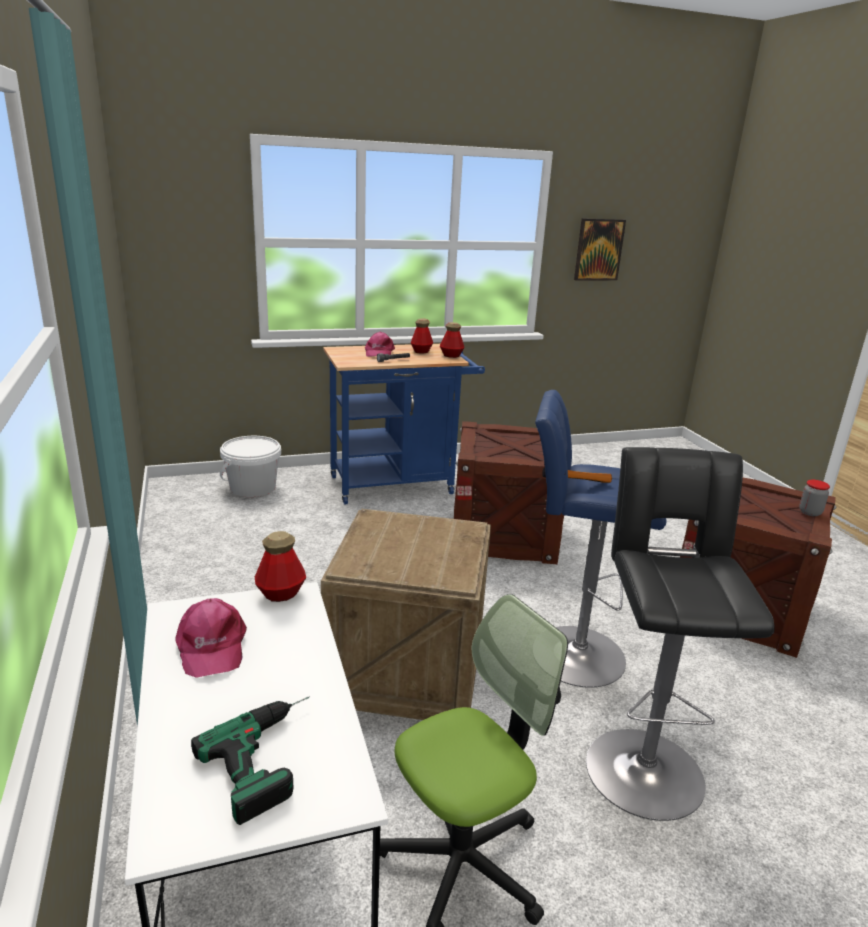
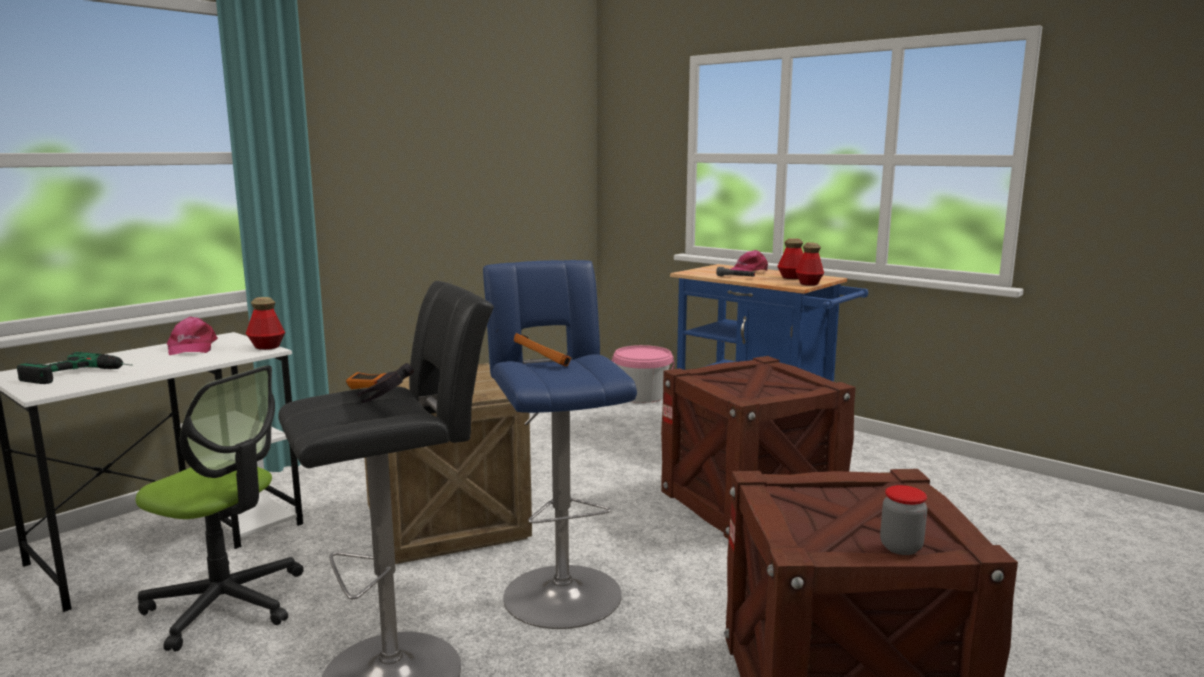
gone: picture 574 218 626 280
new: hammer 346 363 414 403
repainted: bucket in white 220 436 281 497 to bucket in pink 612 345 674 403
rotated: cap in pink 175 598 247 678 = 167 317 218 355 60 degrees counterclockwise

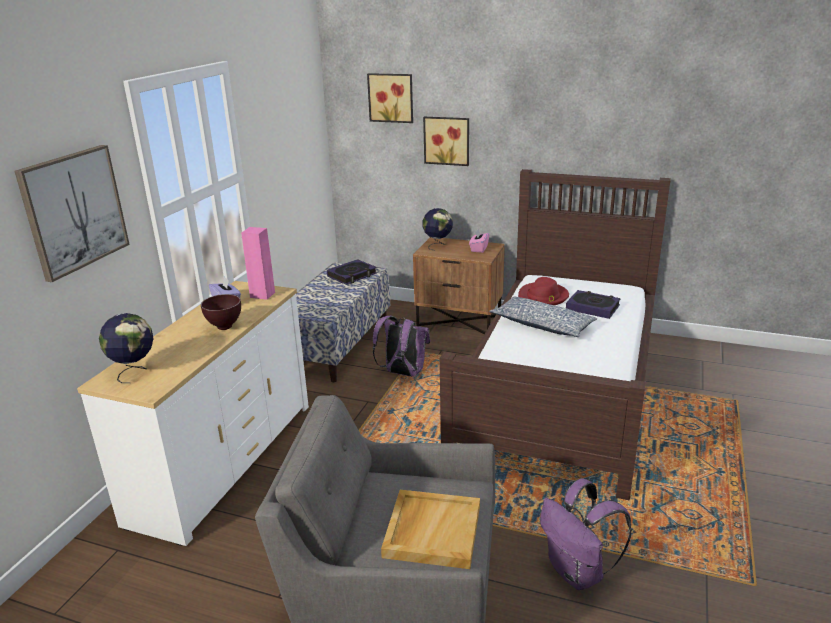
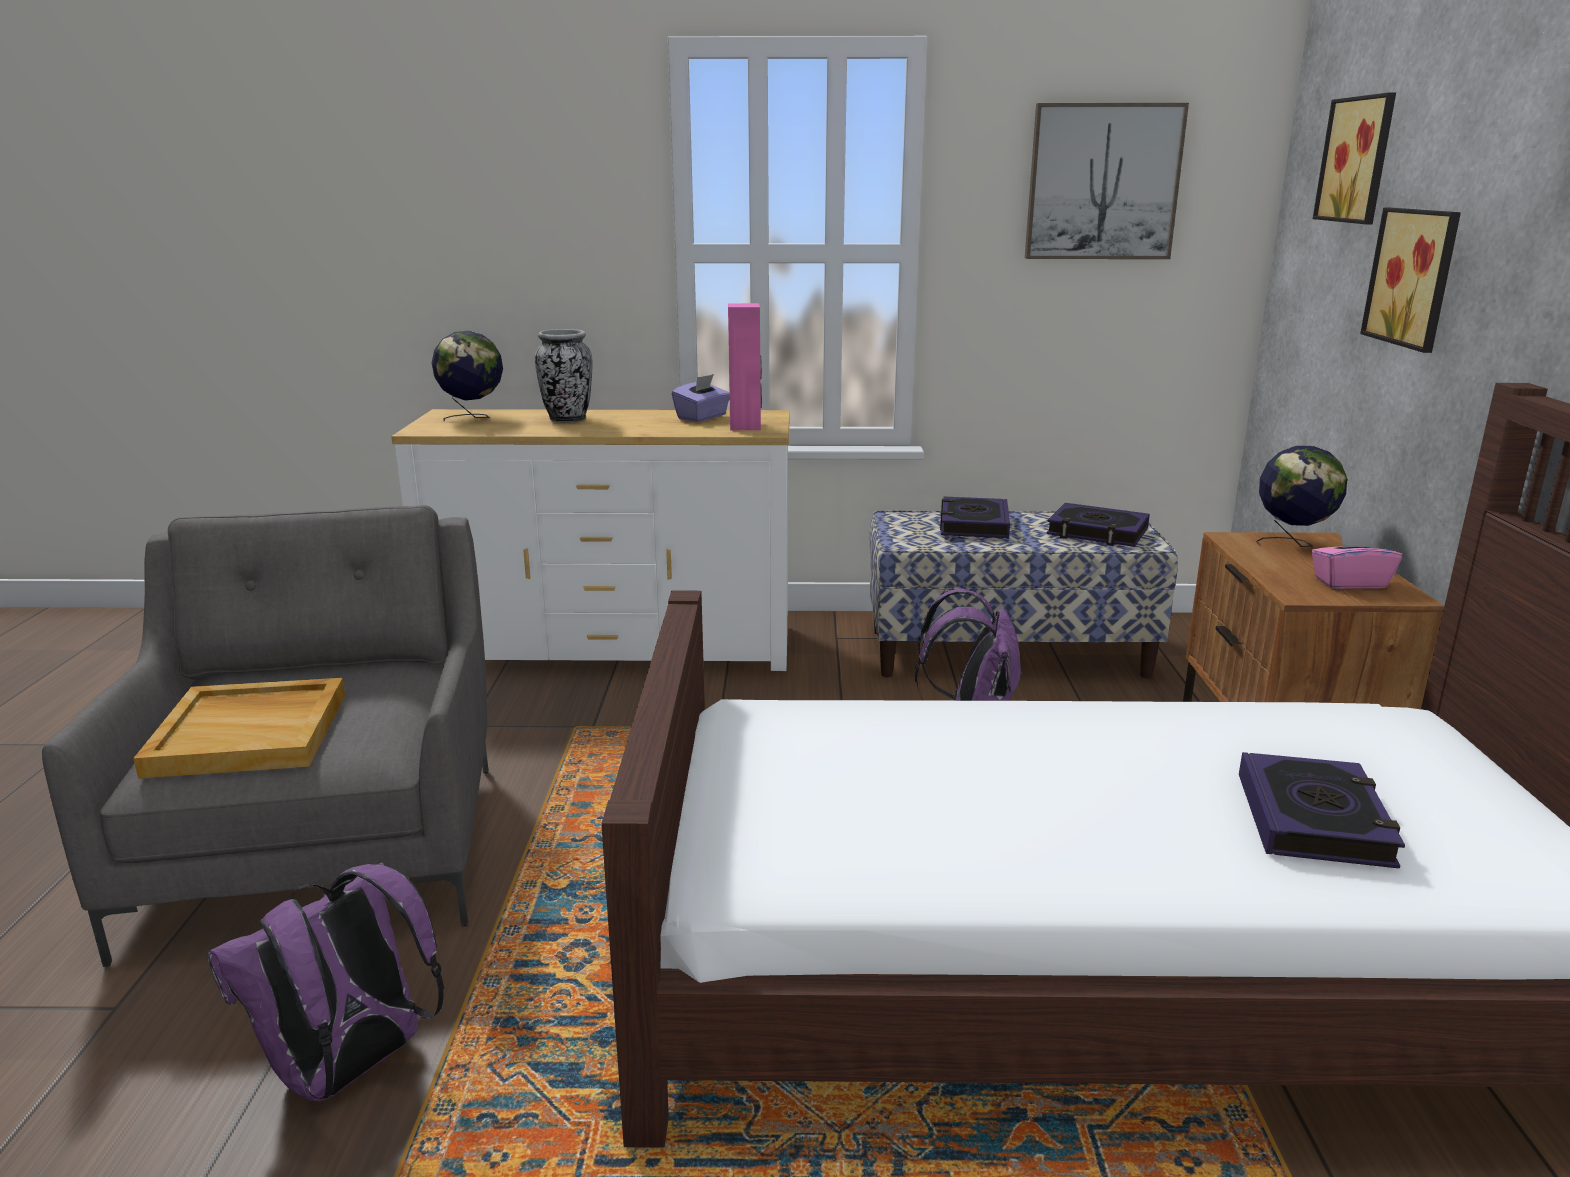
gone: bowl in brown 201 294 241 330; pillow 489 296 597 337; hat in red 518 277 569 305
new: vase 535 329 593 423; book 940 497 1010 538
shifted: picture 15 145 130 282 to 1025 103 1189 259

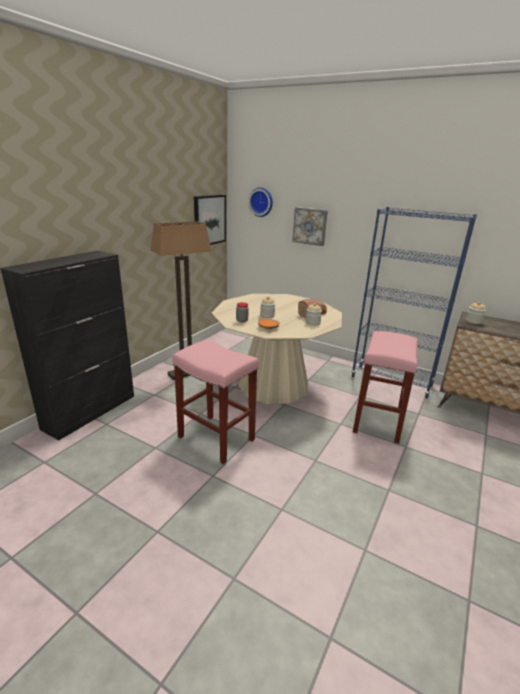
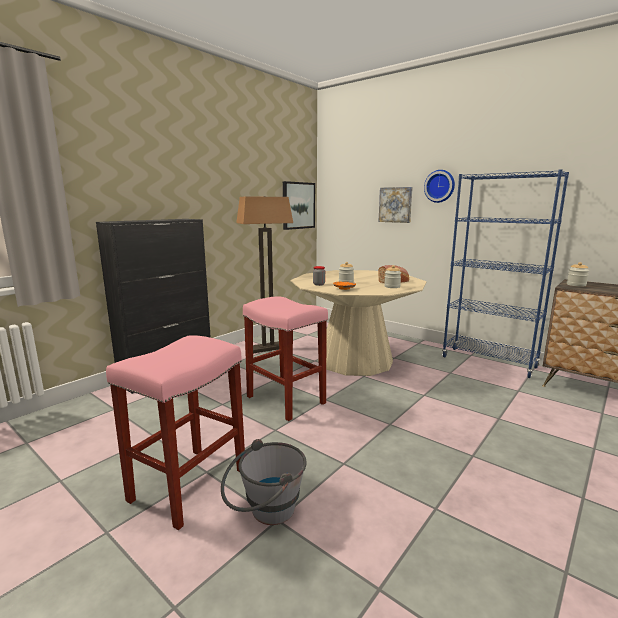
new: bucket in grey 221 439 307 525
shifted: stool in pink 353 331 418 443 to 106 335 245 530; wall clock 248 187 273 217 to 424 170 455 203

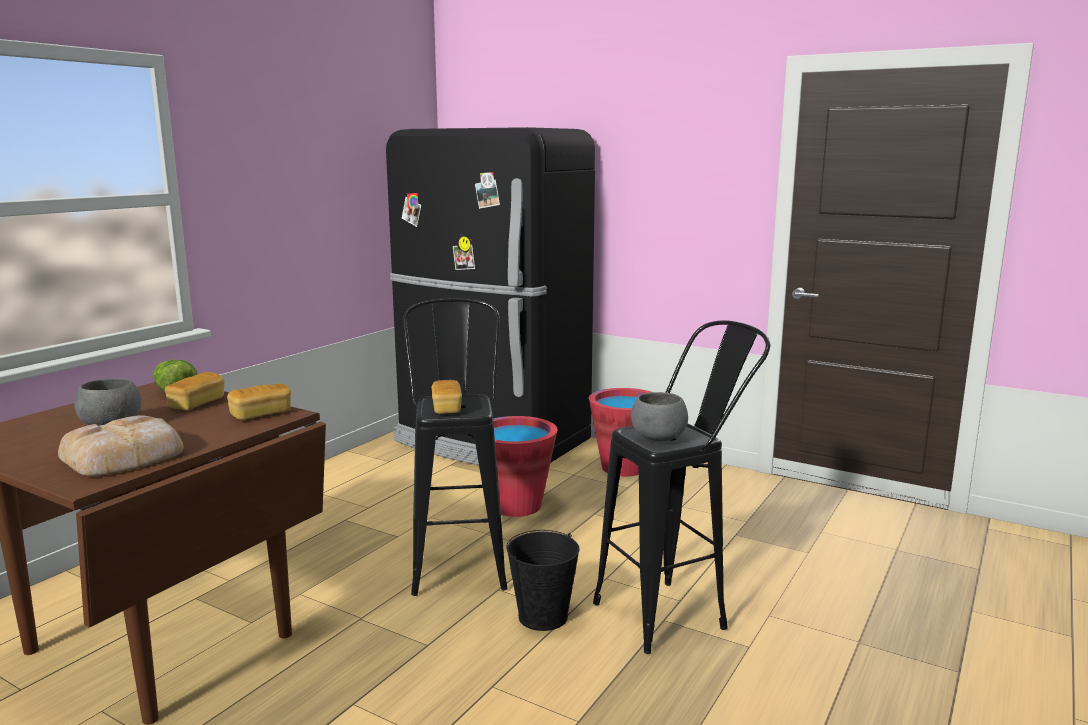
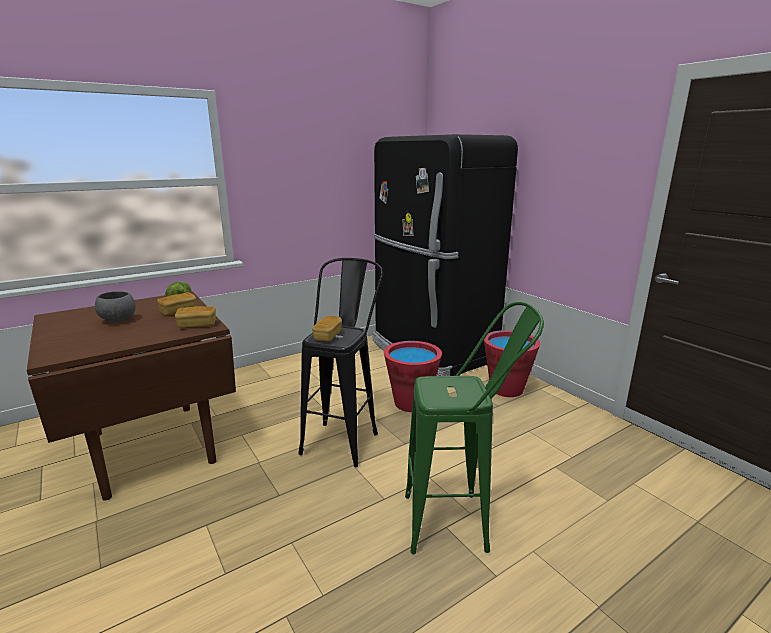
gone: bread 58 415 184 476; bucket in black 506 530 580 631; bowl in grey 631 392 688 441
repainted: stool in black 593 320 770 654 to stool in green 405 302 544 554

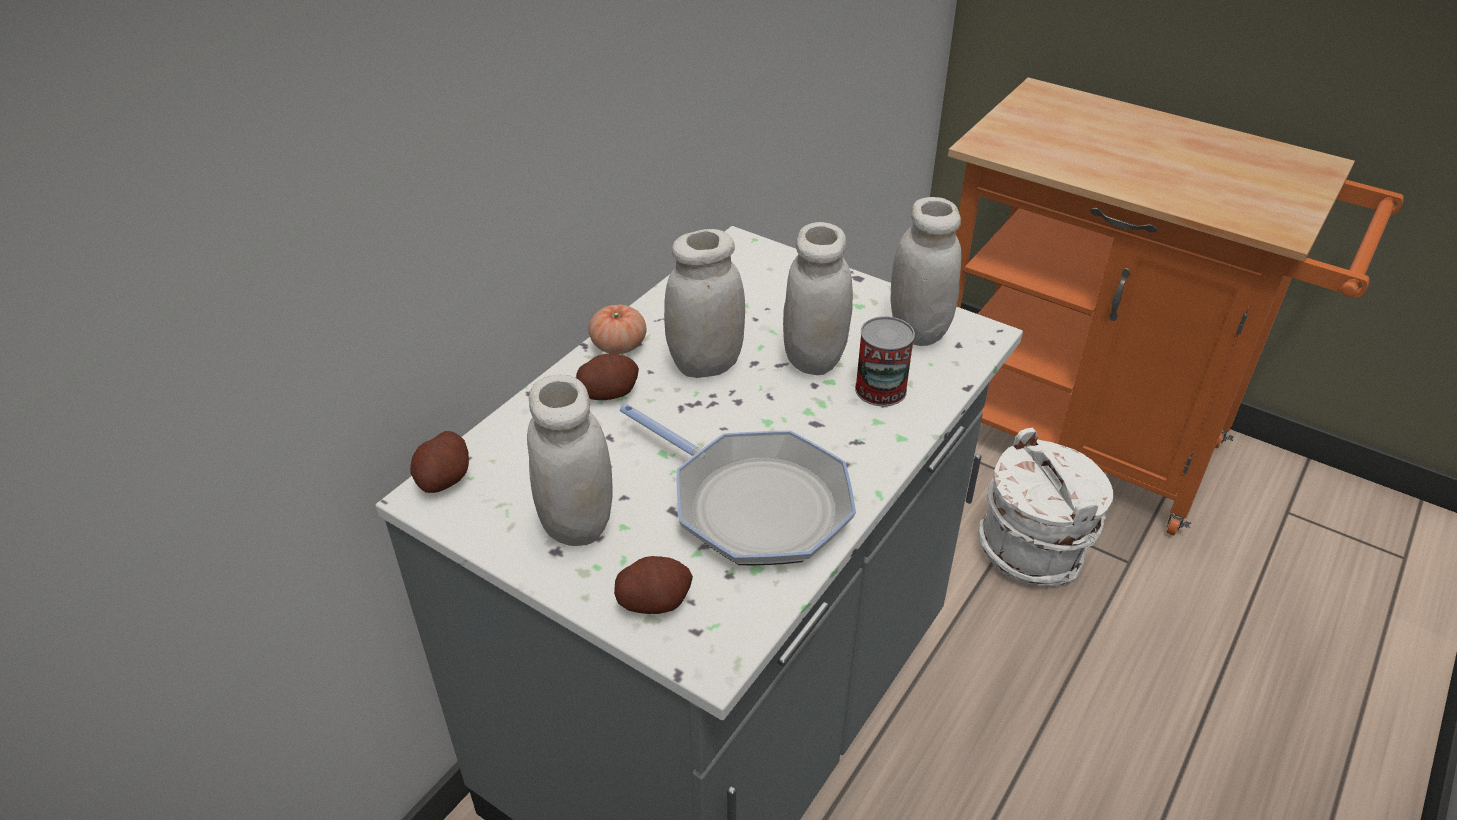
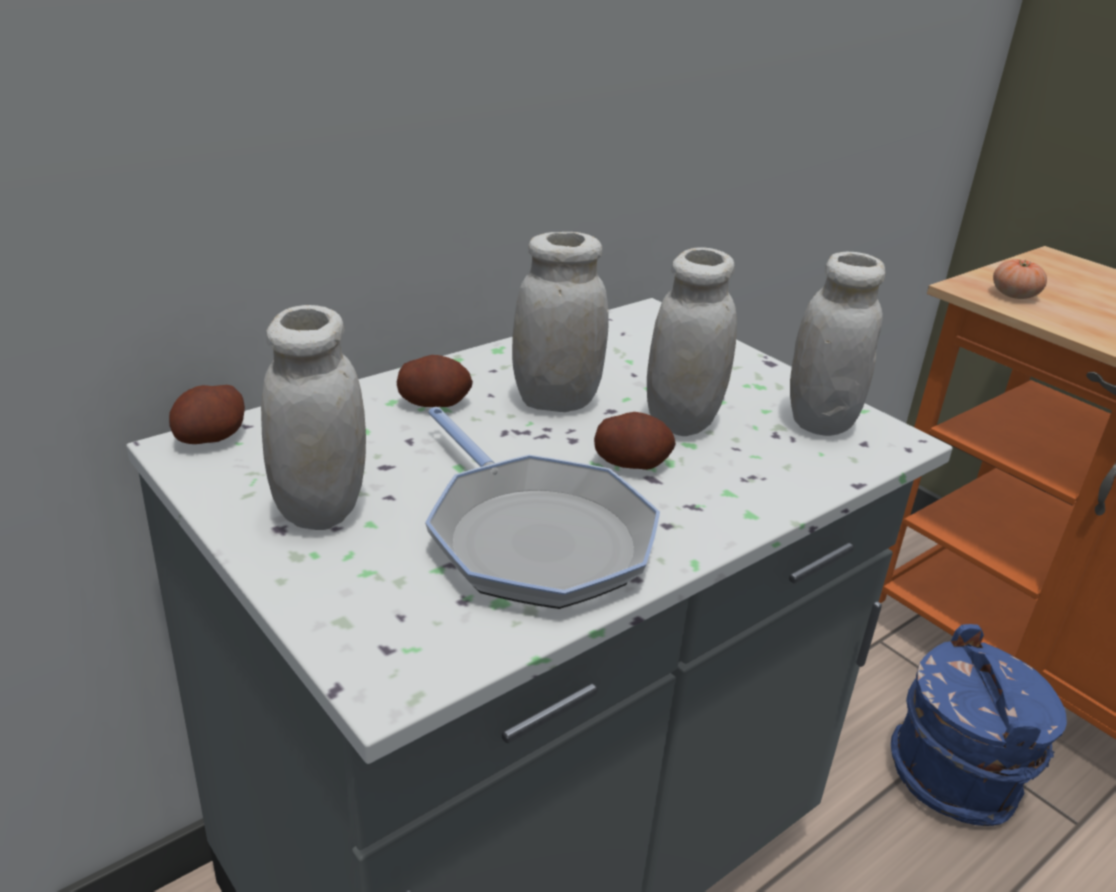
gone: can 855 316 915 406
shifted: potato 614 556 693 614 to 594 412 676 470; tomato 588 304 647 354 to 993 259 1047 299
repainted: bucket in white 978 428 1113 586 to bucket in blue 891 624 1067 826

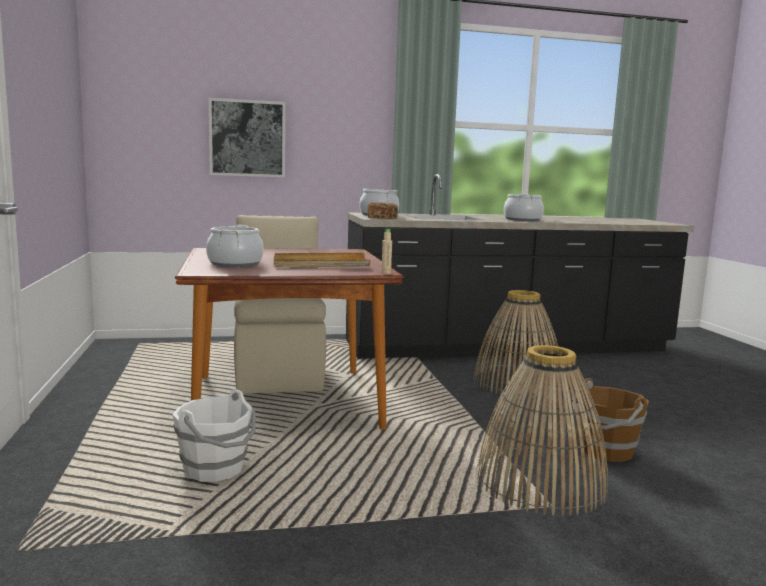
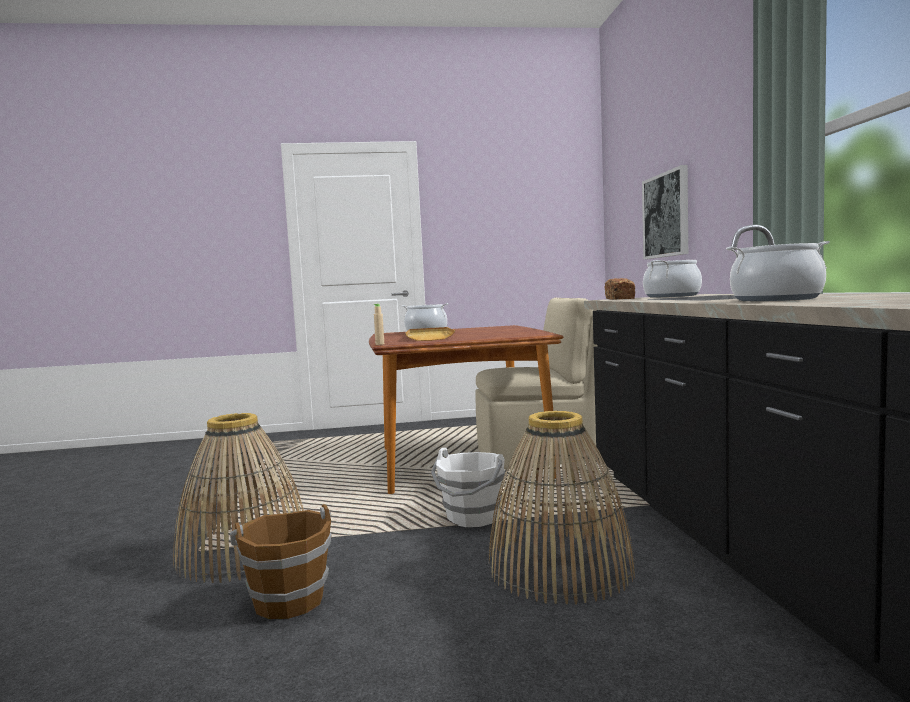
shifted: bucket in white 172 389 256 482 to 431 448 505 527

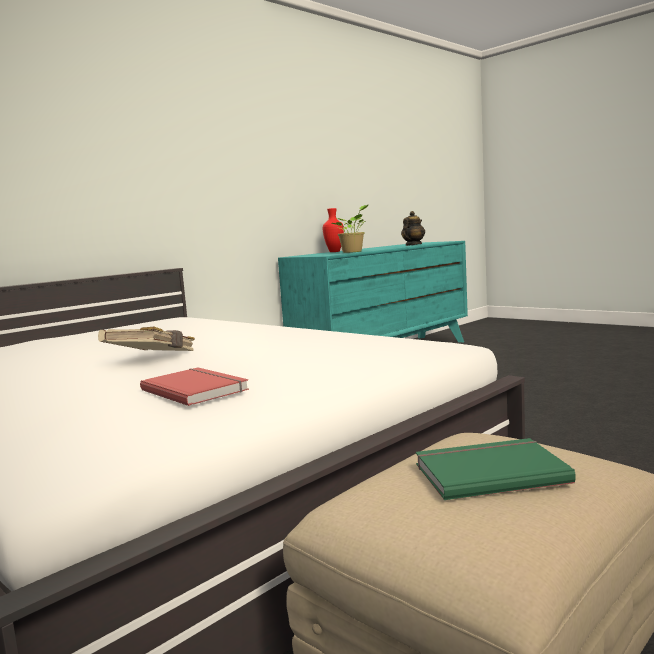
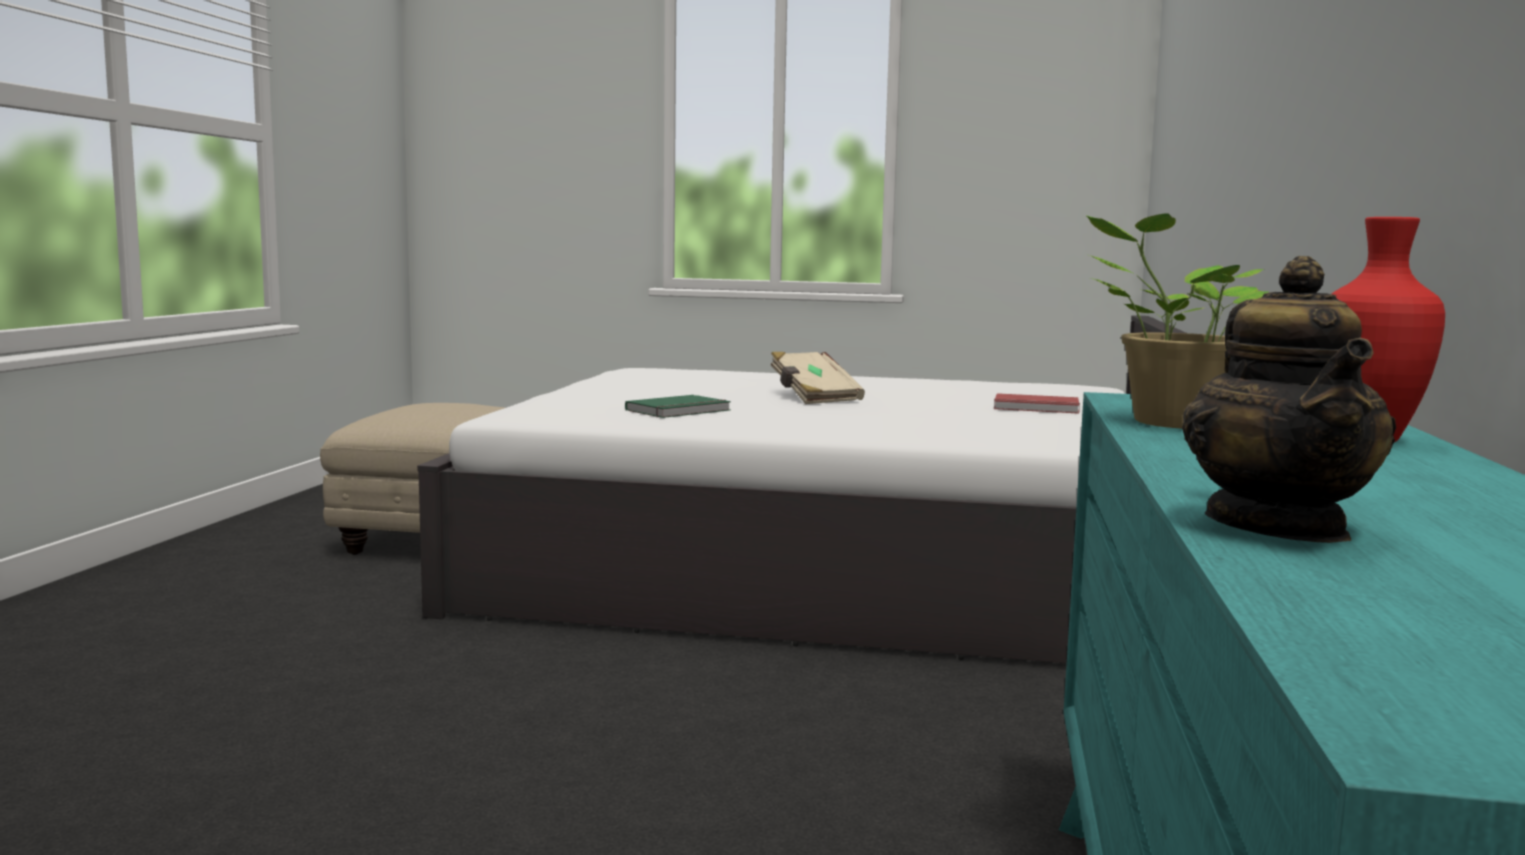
shifted: book in green 416 438 576 500 to 625 395 731 418; book in red 140 368 249 406 to 994 393 1080 414

